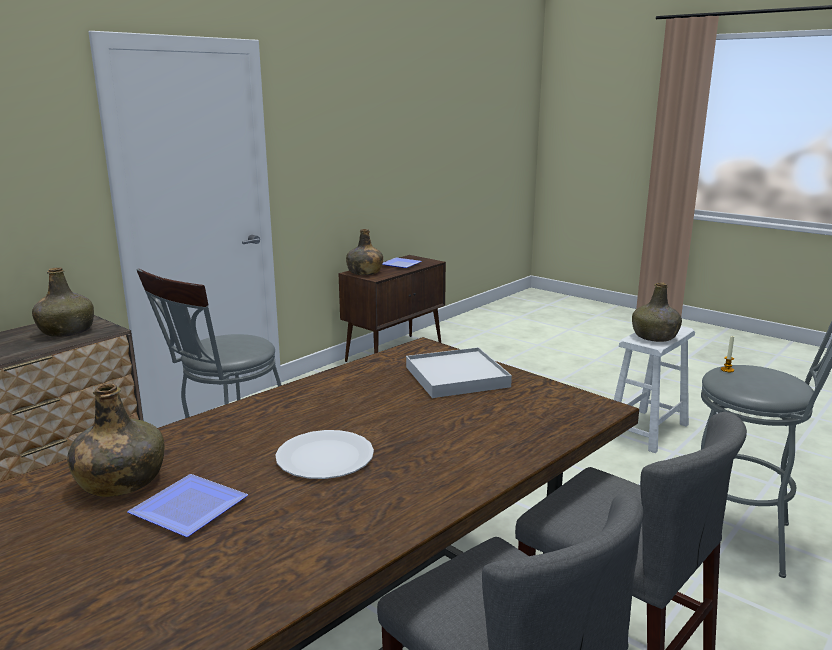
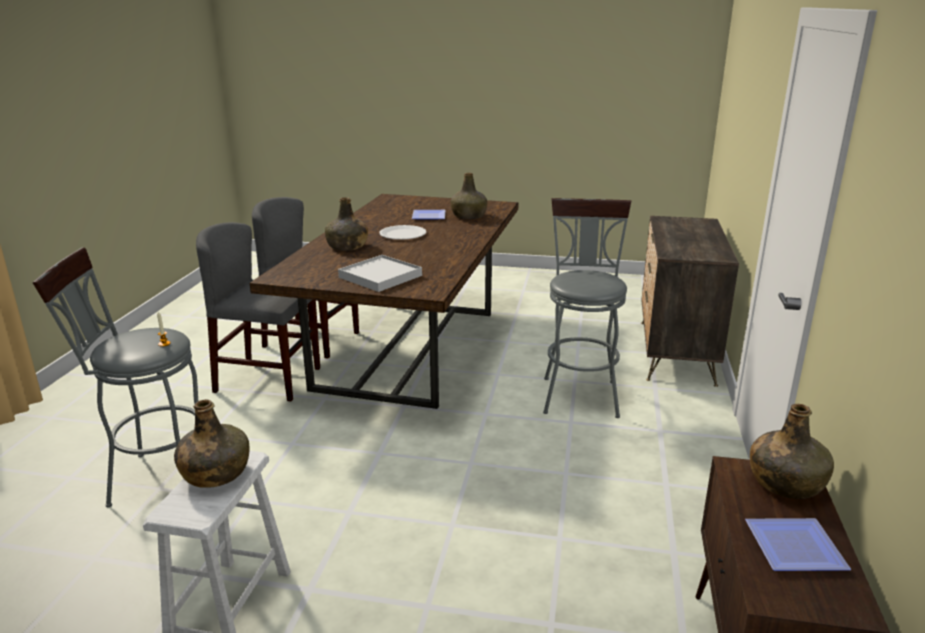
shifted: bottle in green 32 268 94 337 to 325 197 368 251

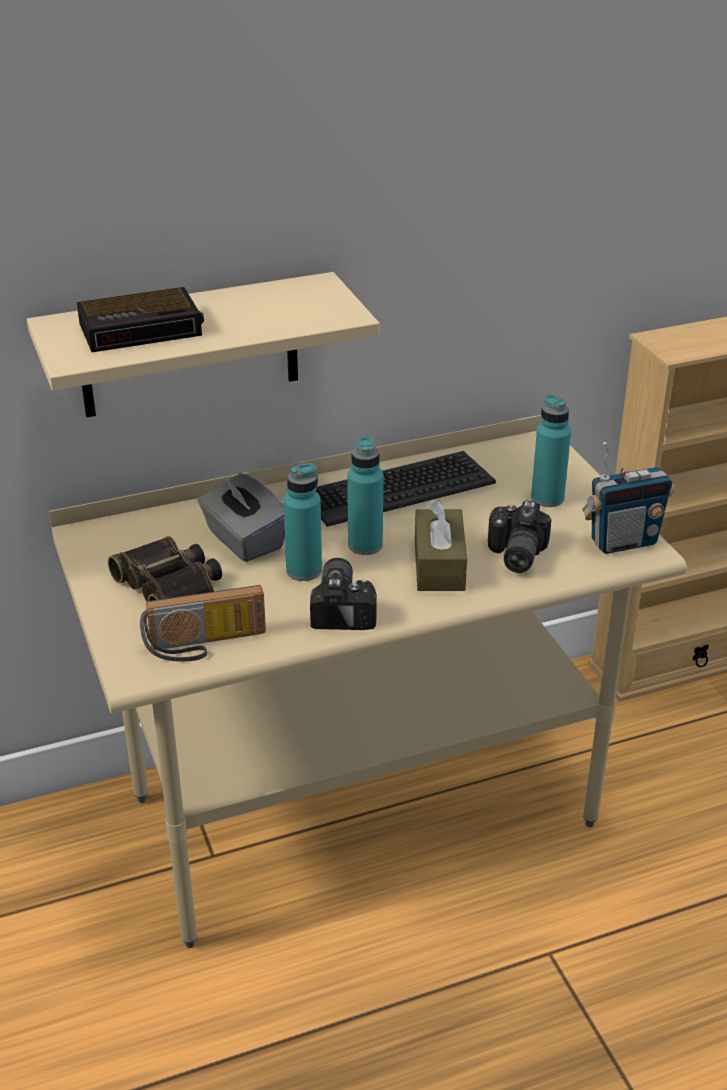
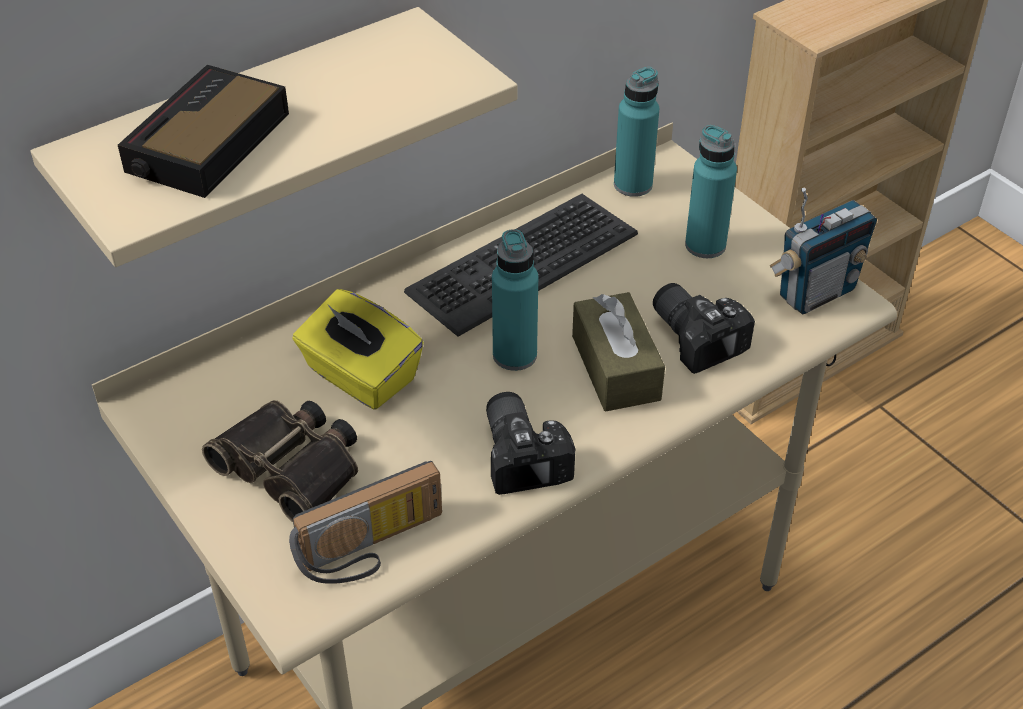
shifted: bottle in turquoise 283 463 322 581 to 614 67 659 197
repainted: tissue box in grey 198 473 285 562 to tissue box in yellow 293 289 424 409
rotated: alarm clock 77 287 204 352 = 118 65 289 198 150 degrees clockwise; photo camera 488 500 552 573 = 653 283 755 374 150 degrees clockwise

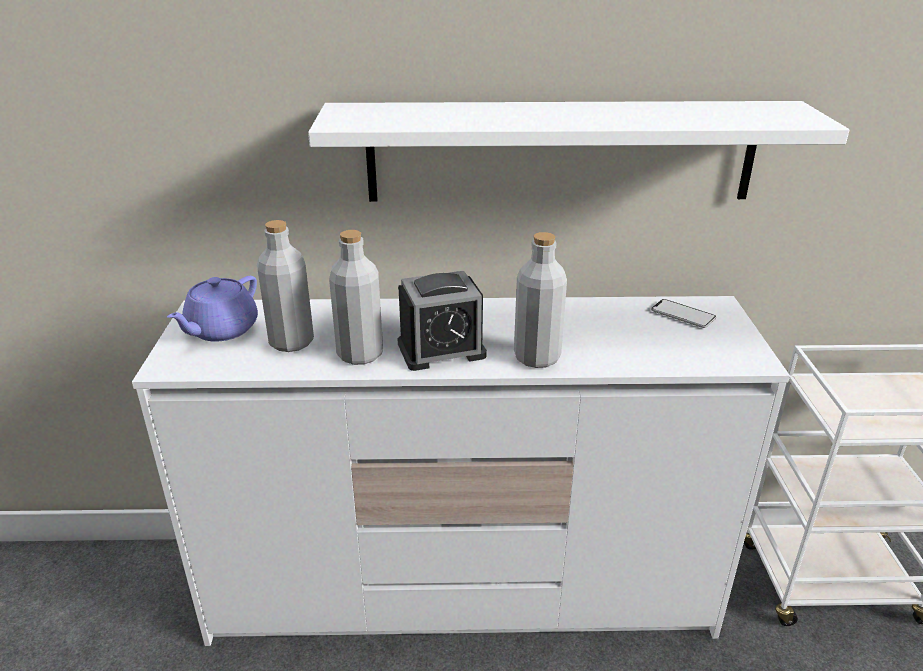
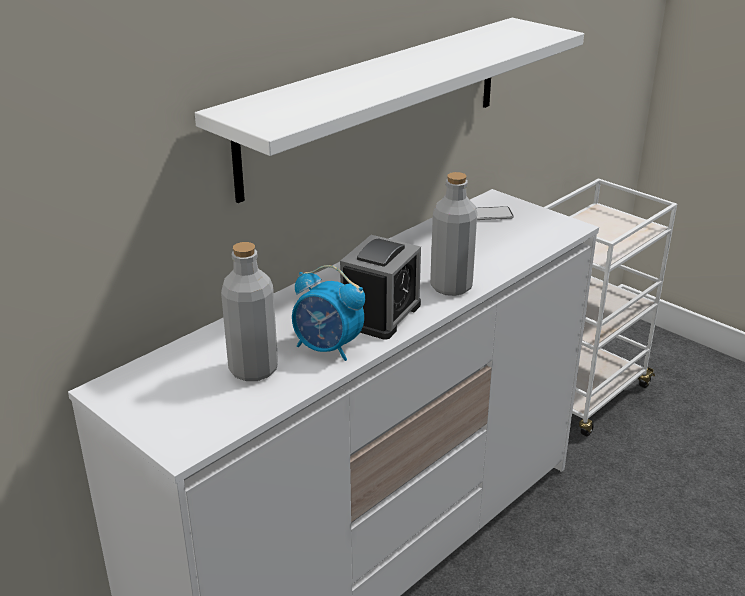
gone: teapot in purple 167 276 258 342
swapped: bottle in grey 329 230 383 365 to alarm clock 292 265 365 361

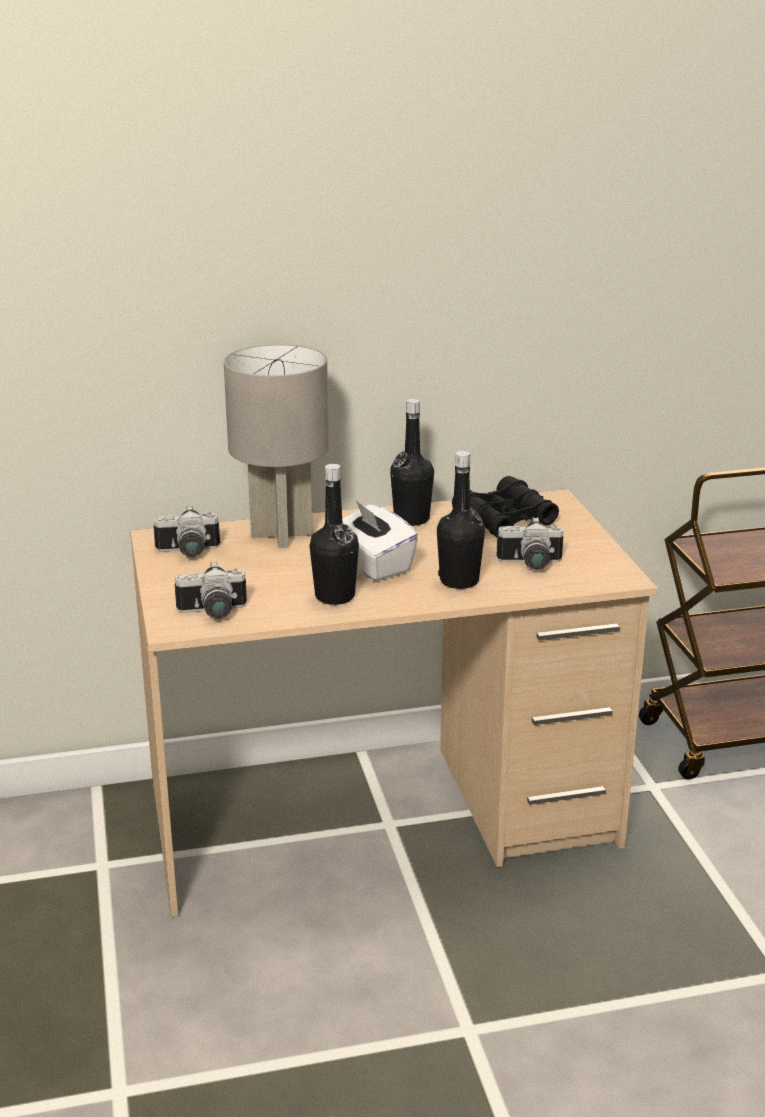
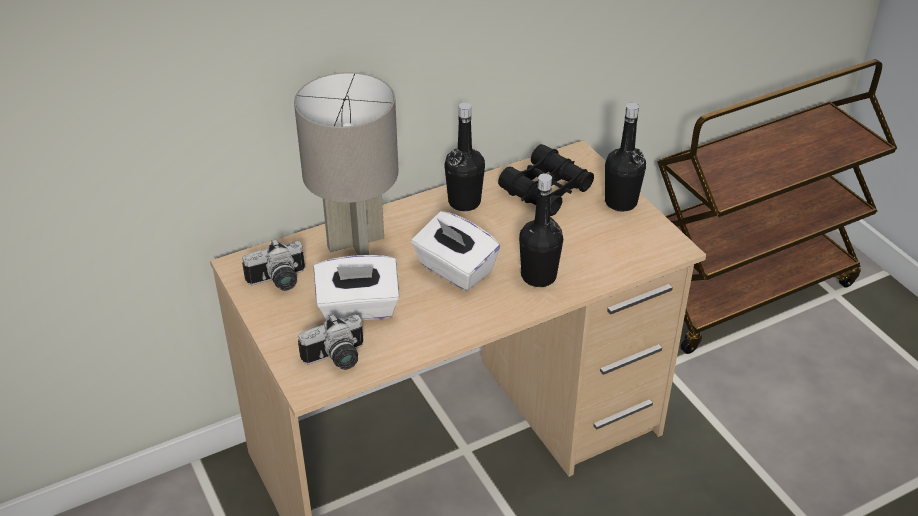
gone: photo camera 497 517 564 570
new: tissue box in white 314 255 399 321
shifted: bottle in black 309 464 359 605 to 605 103 646 212

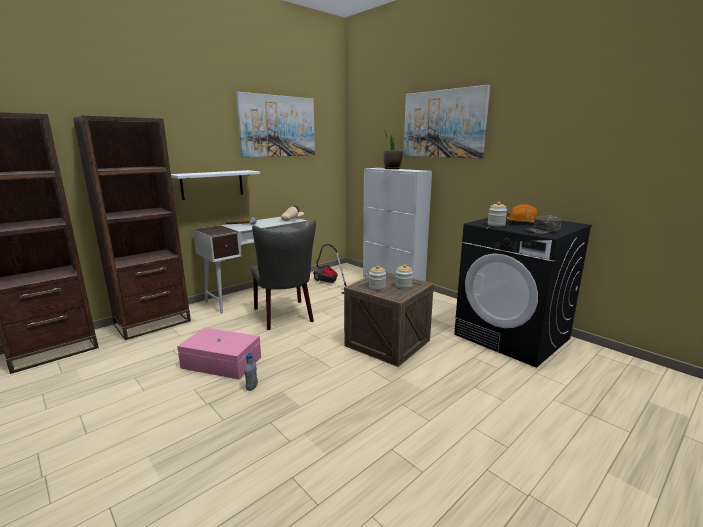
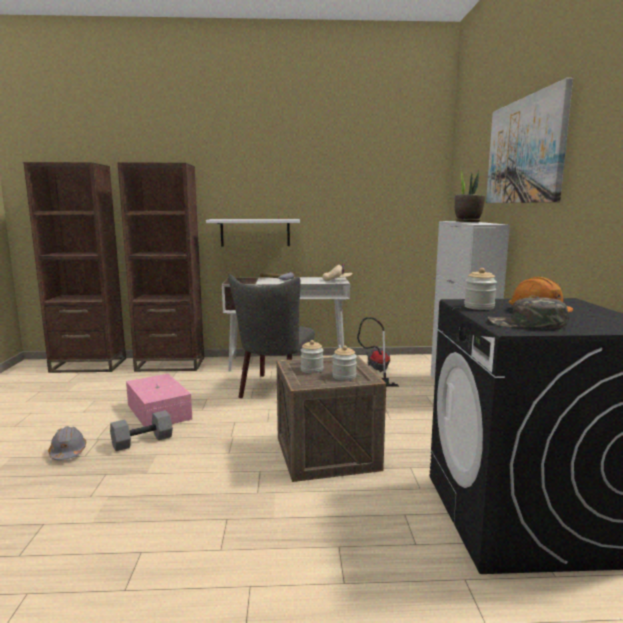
gone: picture 236 92 315 157
new: hard hat in grey 48 426 86 460
swapped: bottle in grey 244 353 258 391 to dumbbell in grey 110 410 173 451

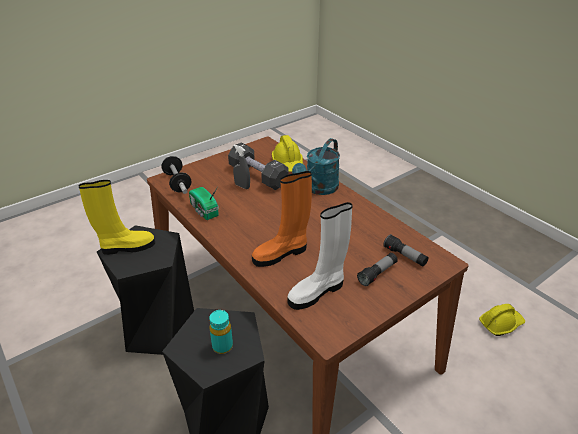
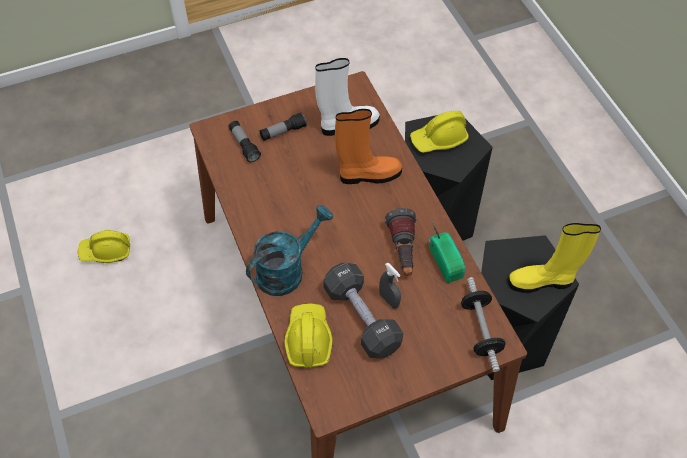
new: flashlight 385 208 417 276
swapped: bottle in turquoise 209 310 233 354 to hard hat in yellow 410 111 469 153

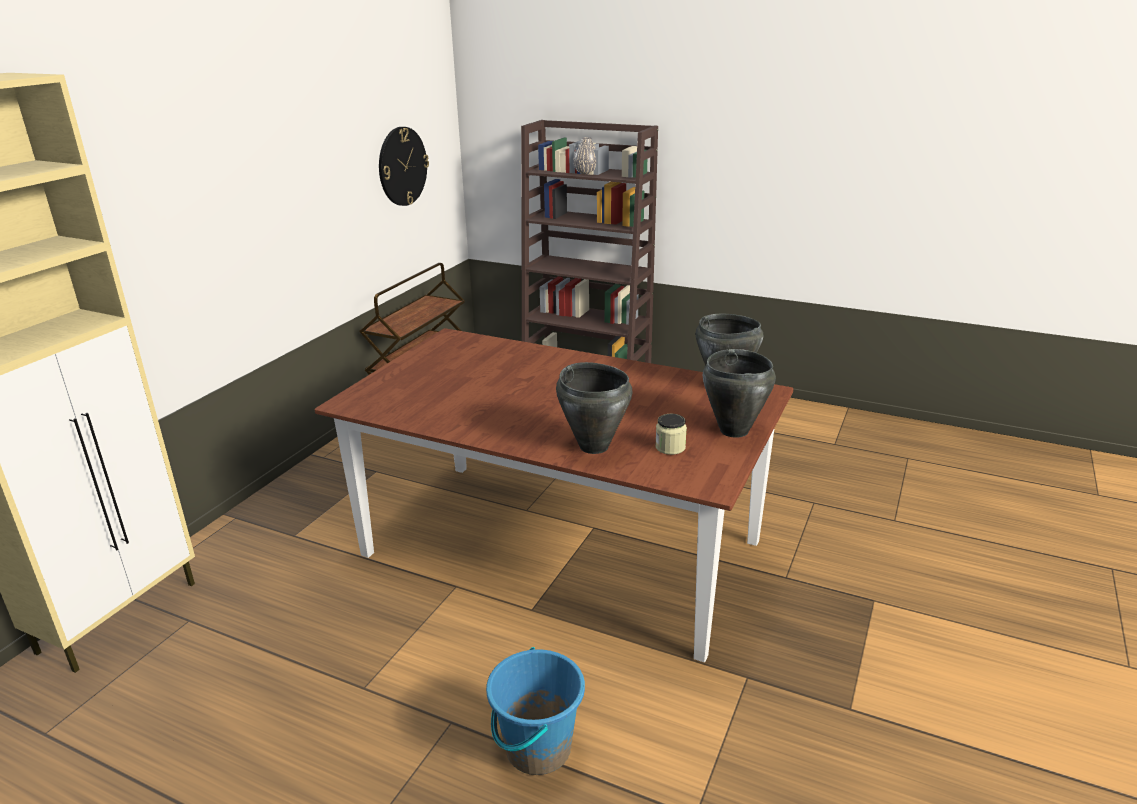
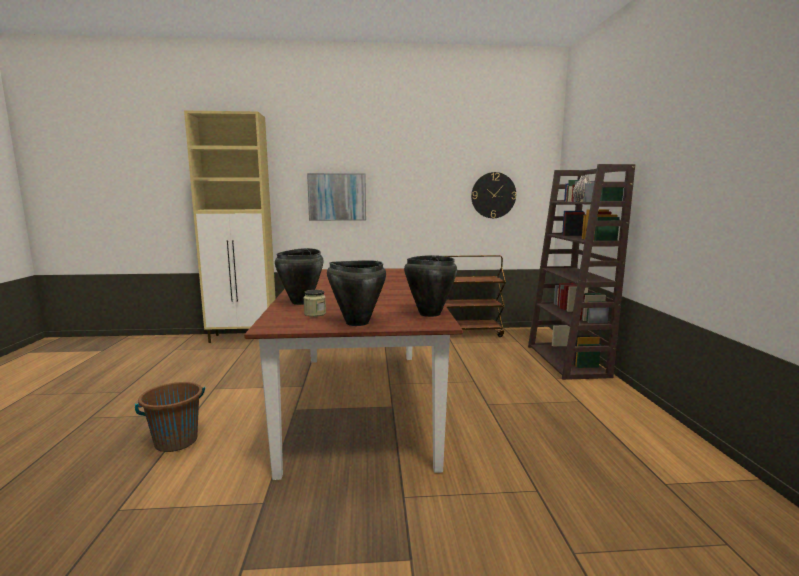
new: picture 307 173 366 221
repainted: bucket in blue 486 647 585 775 to bucket in brown 135 382 205 452

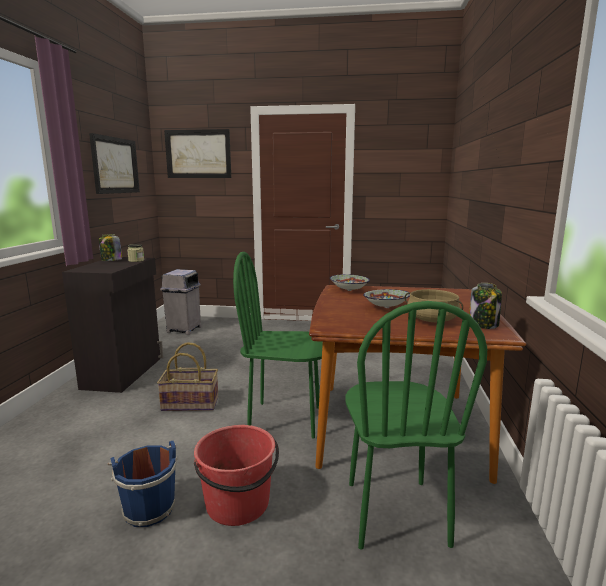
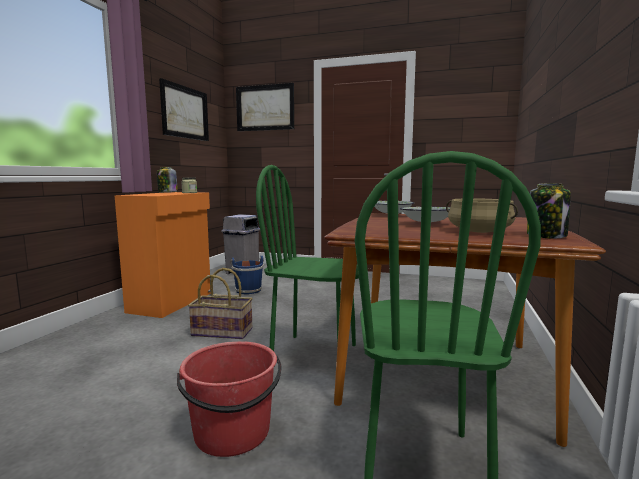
shifted: bucket in blue 107 441 177 527 to 230 256 264 294
repainted: cabinet in black 62 257 164 393 to cabinet in orange 115 192 211 318

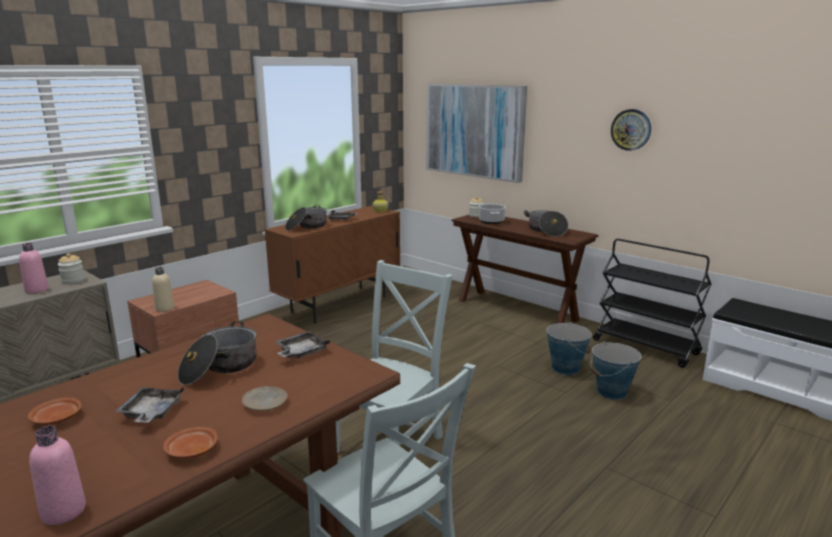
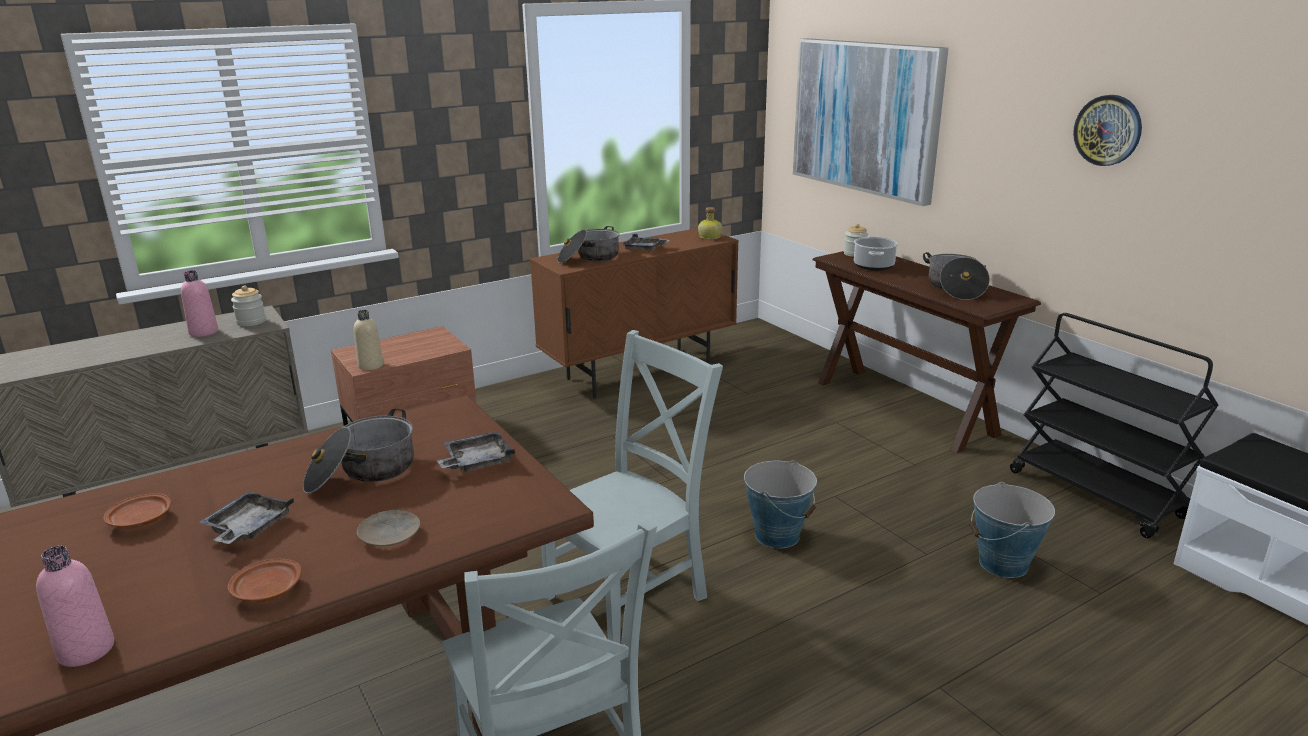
shifted: bucket 547 322 592 375 to 744 460 817 548

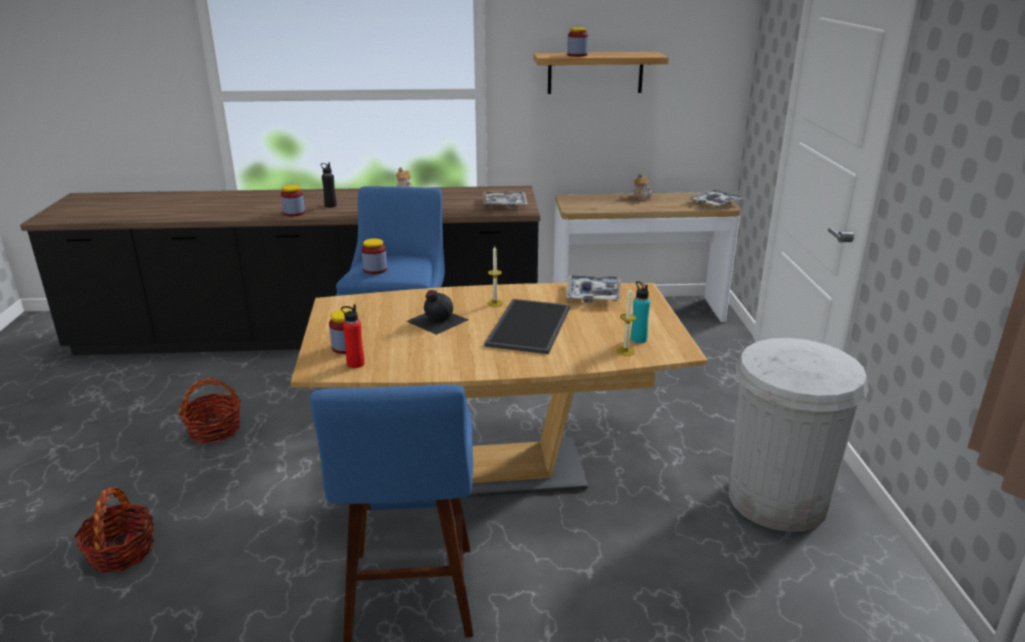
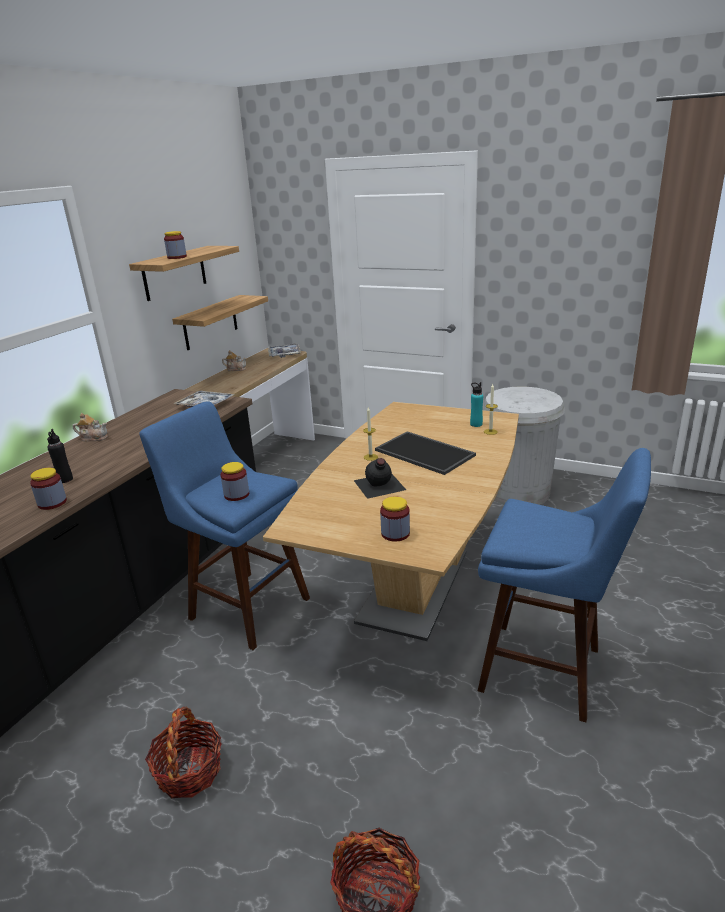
gone: bottle in red 341 304 365 368; tray 566 275 621 303
new: shelf 172 295 268 350

